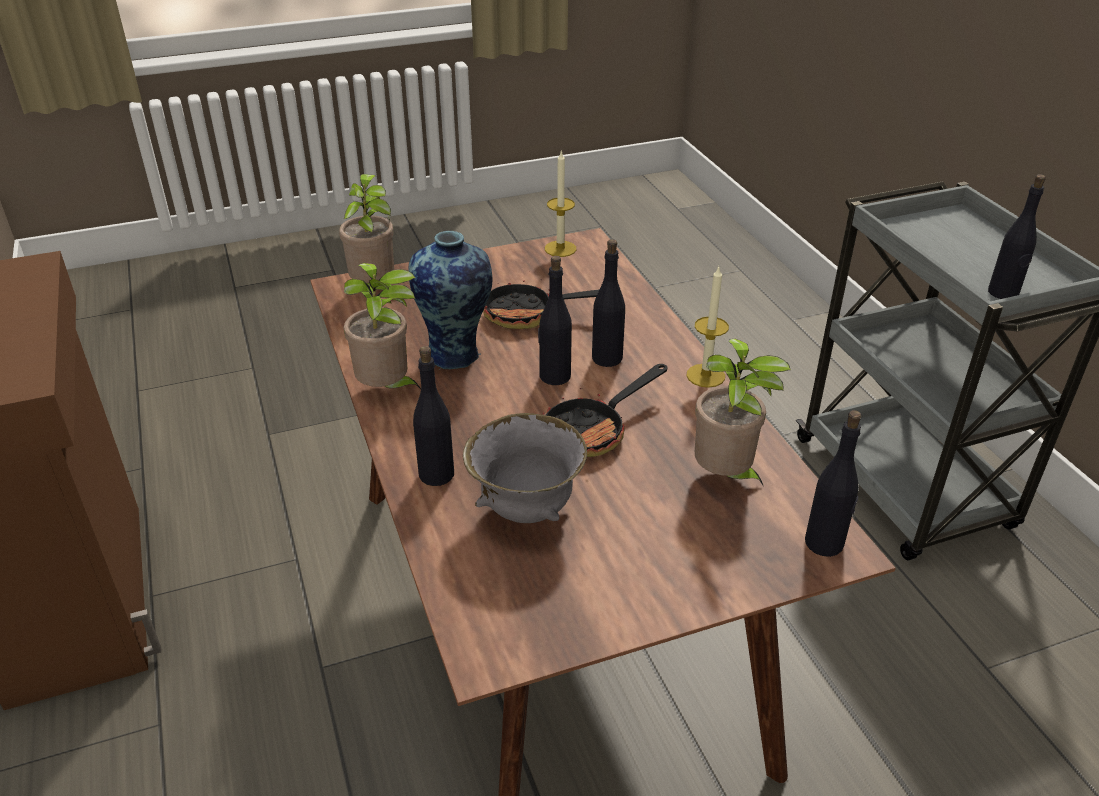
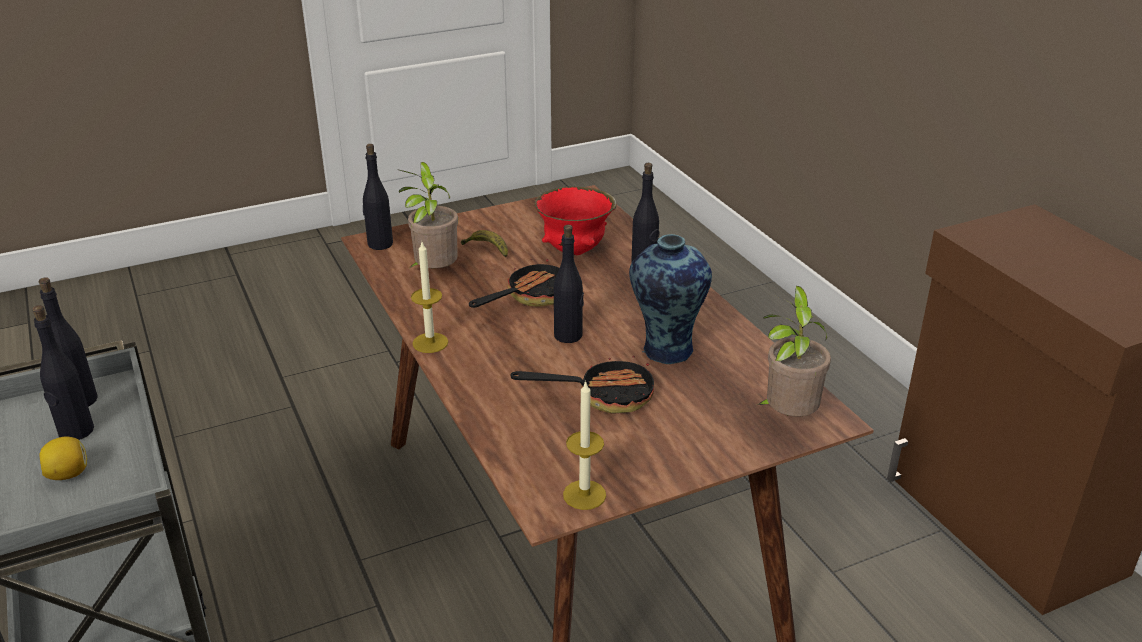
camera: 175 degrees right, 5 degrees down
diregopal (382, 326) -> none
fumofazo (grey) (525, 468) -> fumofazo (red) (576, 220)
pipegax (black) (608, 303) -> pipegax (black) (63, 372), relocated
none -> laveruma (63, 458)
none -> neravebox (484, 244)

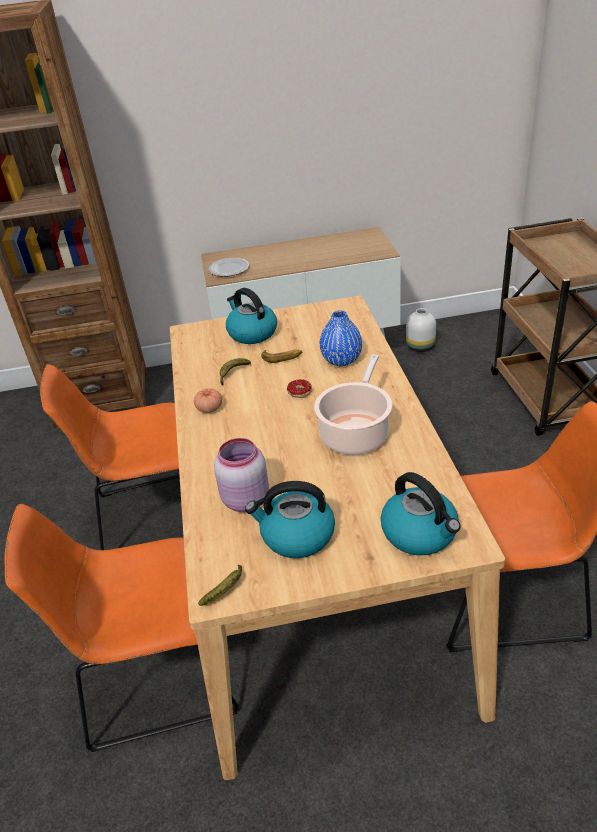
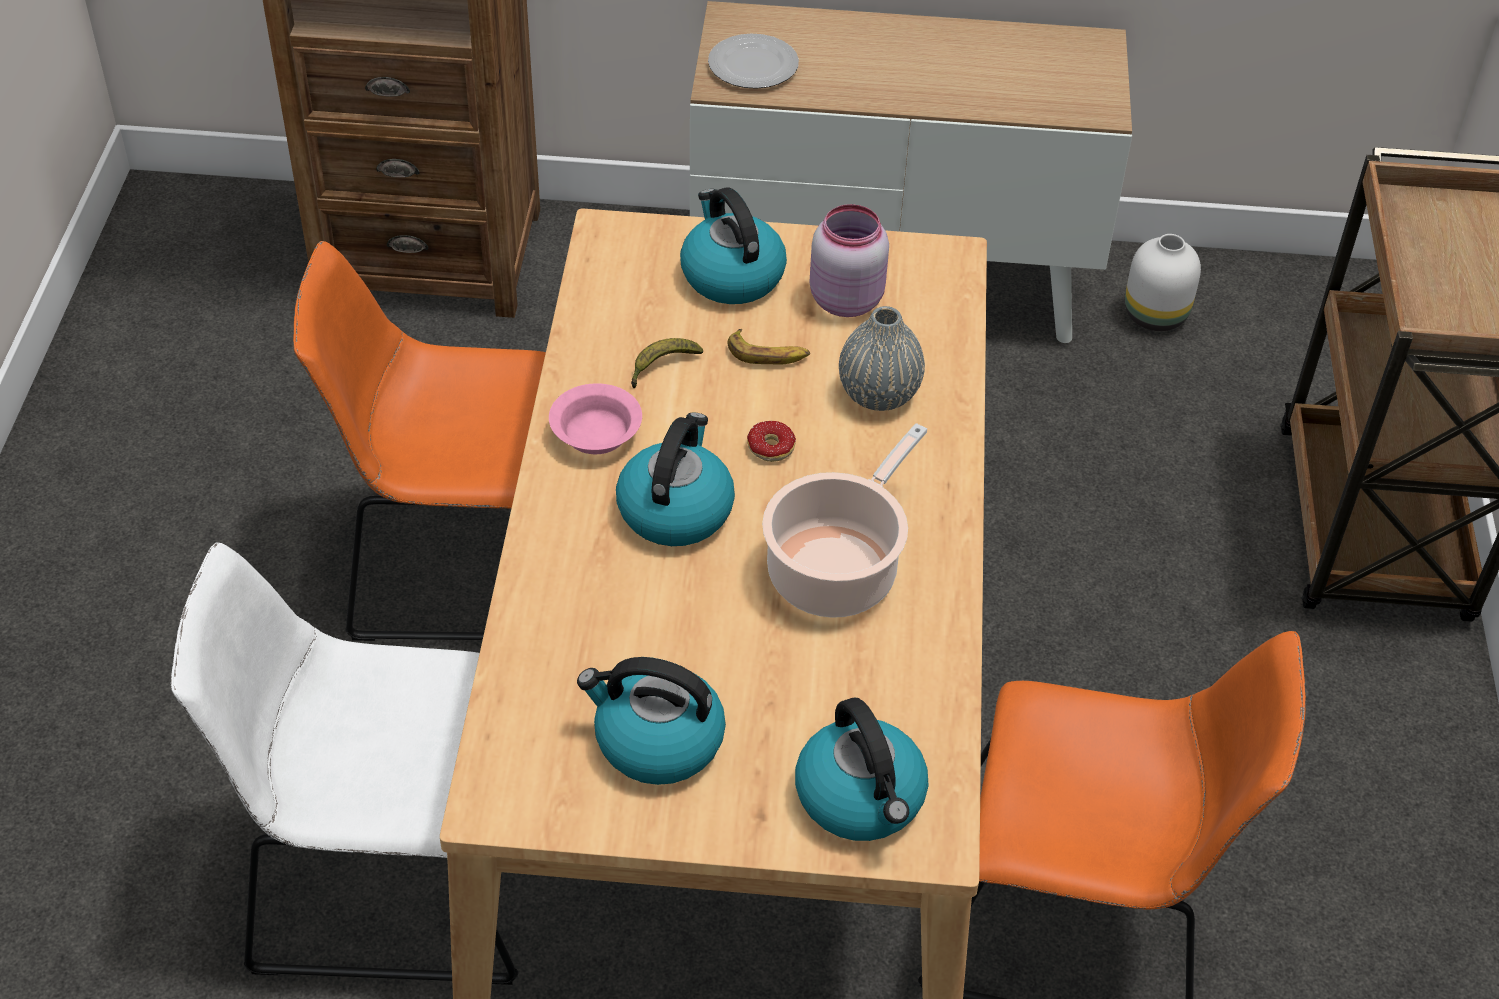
camera: 10 degrees right, 10 degrees up
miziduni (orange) (122, 628) -> miziduni (white) (344, 763)
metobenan (208, 400) -> fumofazo (pink) (595, 418)
neravebox (220, 585) -> none
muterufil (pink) (241, 475) -> muterufil (pink) (849, 260), relocated
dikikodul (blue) (340, 338) -> dikikodul (grey) (882, 358)
none -> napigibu (675, 479)

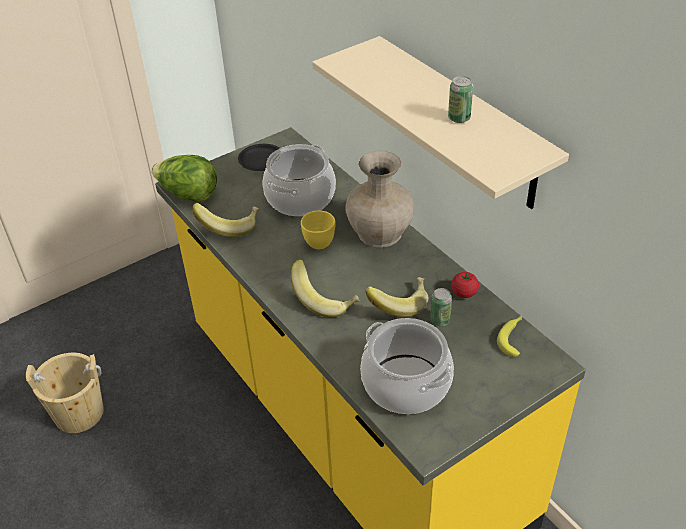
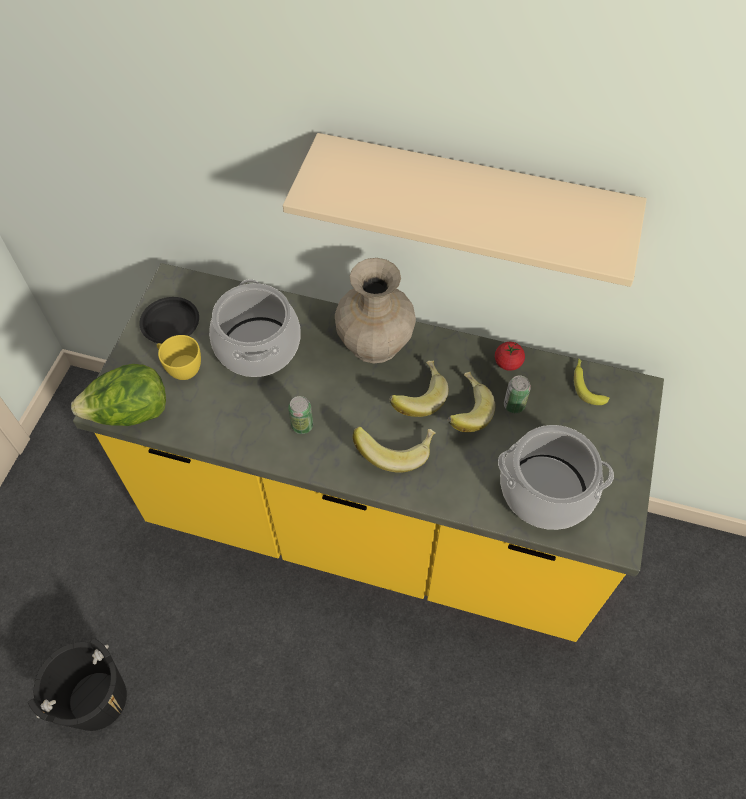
camera: 40 degrees left, 15 degrees up
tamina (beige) (65, 393) -> tamina (black) (77, 684)
neravebox (225, 220) -> neravebox (418, 388), relocated
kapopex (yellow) (318, 230) -> kapopex (yellow) (179, 357), relocated
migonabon (460, 99) -> migonabon (300, 415), relocated

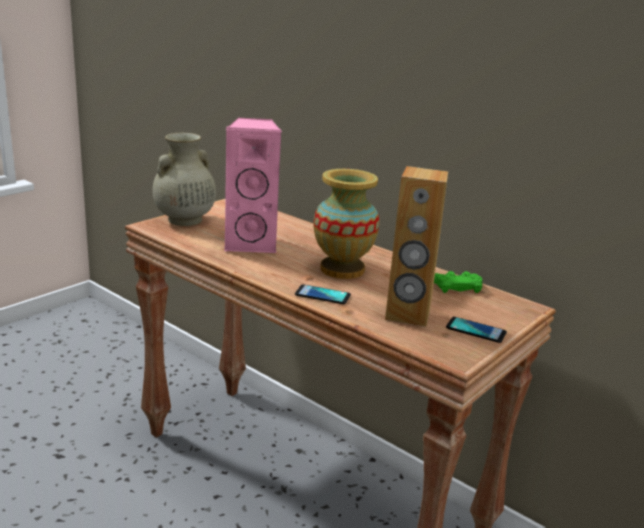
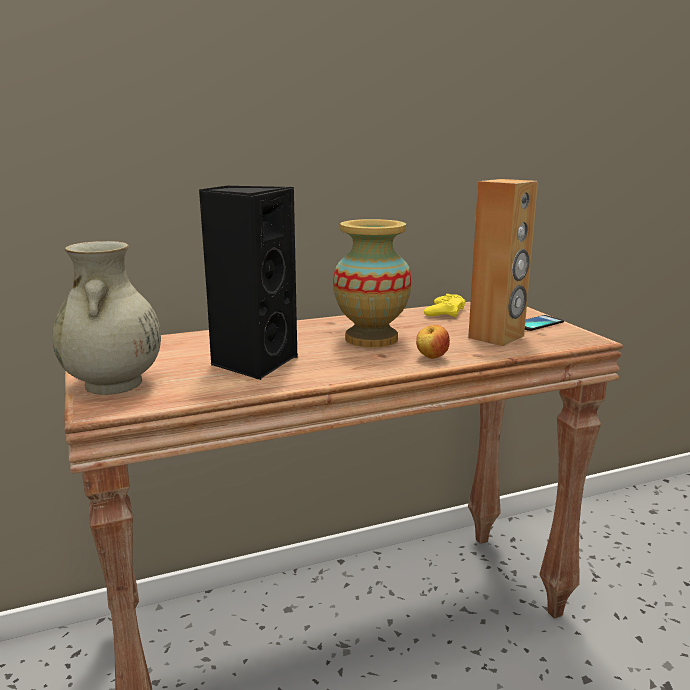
camera: 60 degrees left, 5 degrees down
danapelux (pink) (253, 185) -> danapelux (black) (248, 282)
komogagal (323, 294) -> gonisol (433, 342)
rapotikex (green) (458, 282) -> rapotikex (yellow) (445, 306)

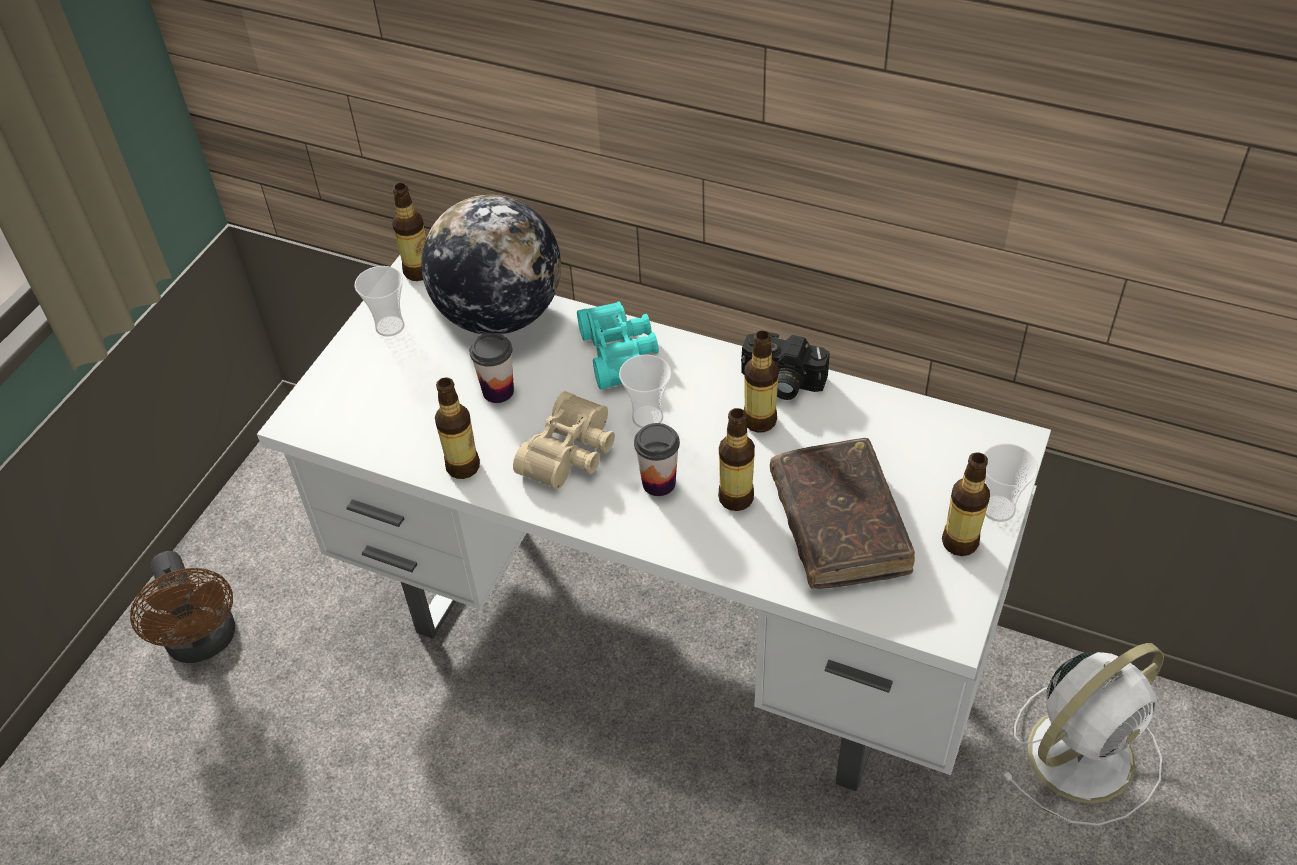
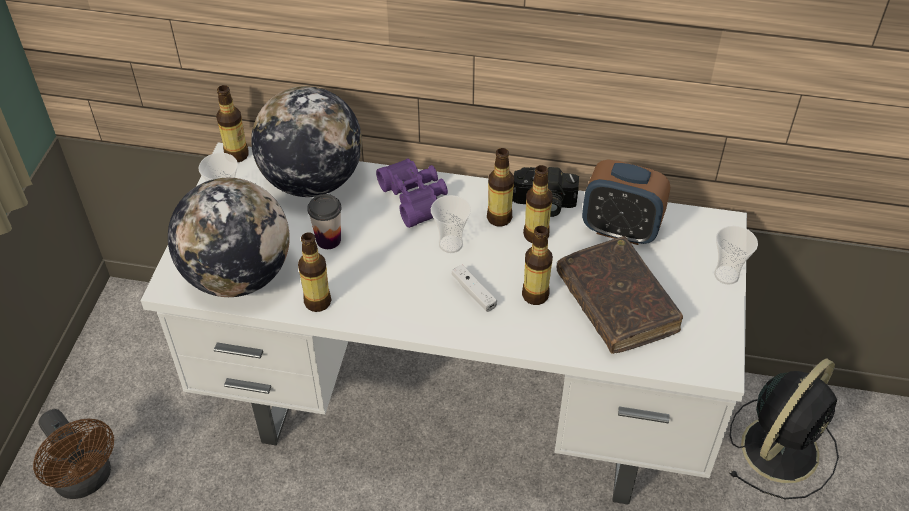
camera: 15 degrees left, 0 degrees up
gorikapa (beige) (564, 440) -> none
gorikapa (turquoise) (618, 346) -> gorikapa (purple) (412, 193)
kapopex (657, 459) -> rapotikex (white) (474, 288)
pipegax (966, 504) -> pipegax (500, 187), relocated
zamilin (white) (1082, 734) -> zamilin (black) (784, 429)
none -> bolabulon (229, 237)
none -> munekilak (626, 202)

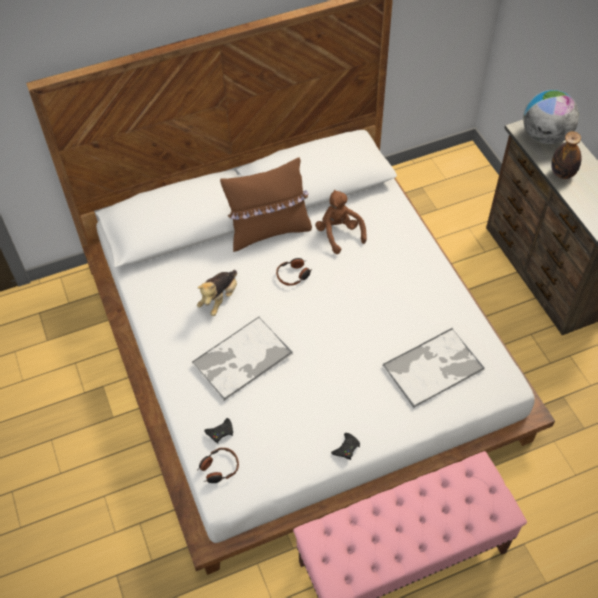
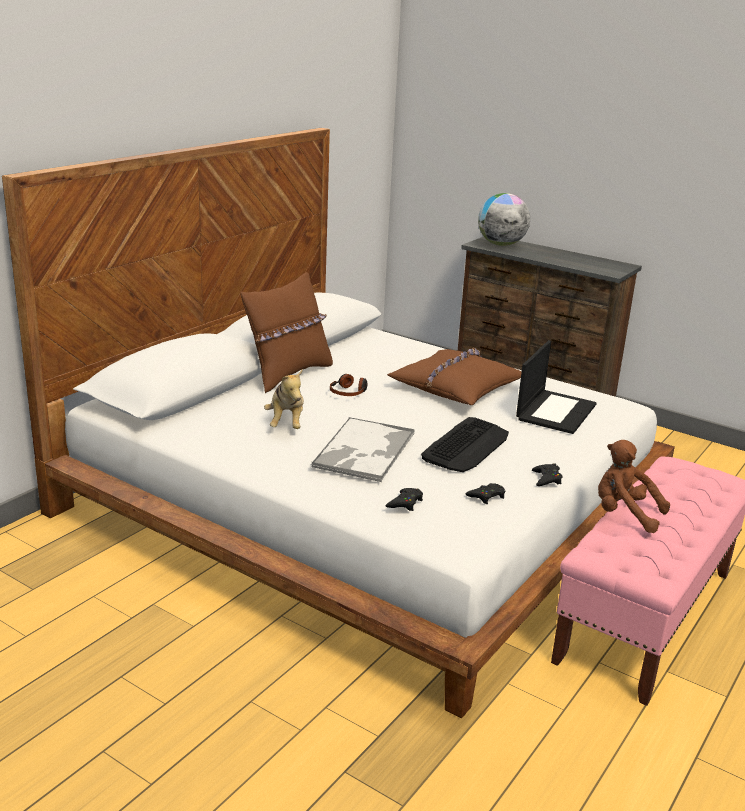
camera: 35 degrees left, 30 degrees down
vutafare (218, 465) -> none
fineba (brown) (341, 222) -> fineba (brown) (634, 486), relocated
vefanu (434, 368) -> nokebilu (556, 387)
pipegax (566, 155) -> none
none -> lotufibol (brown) (454, 376)
none -> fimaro (465, 444)
none -> rapotikex (black) (485, 493)

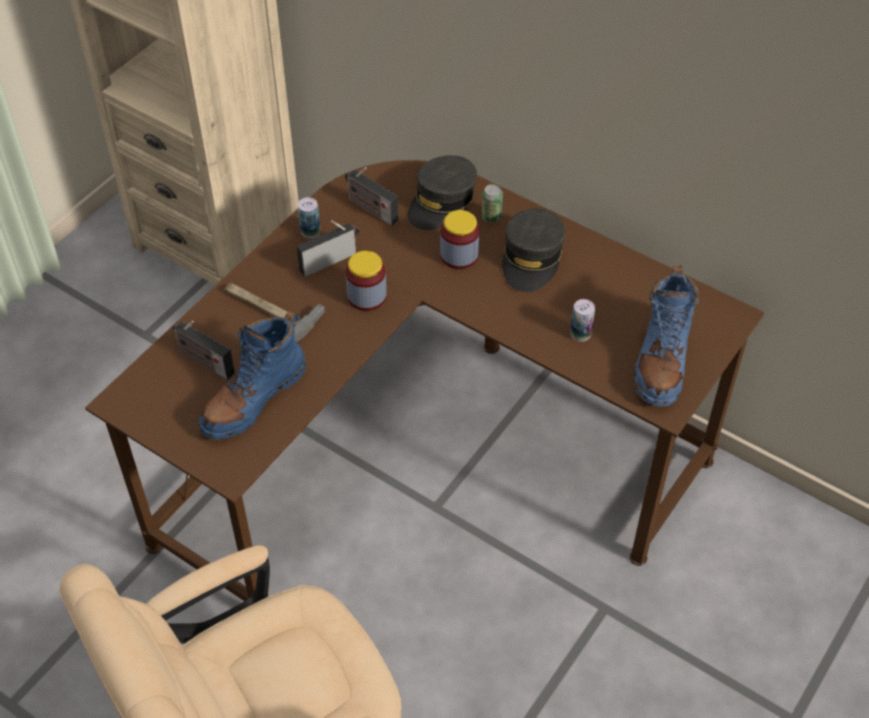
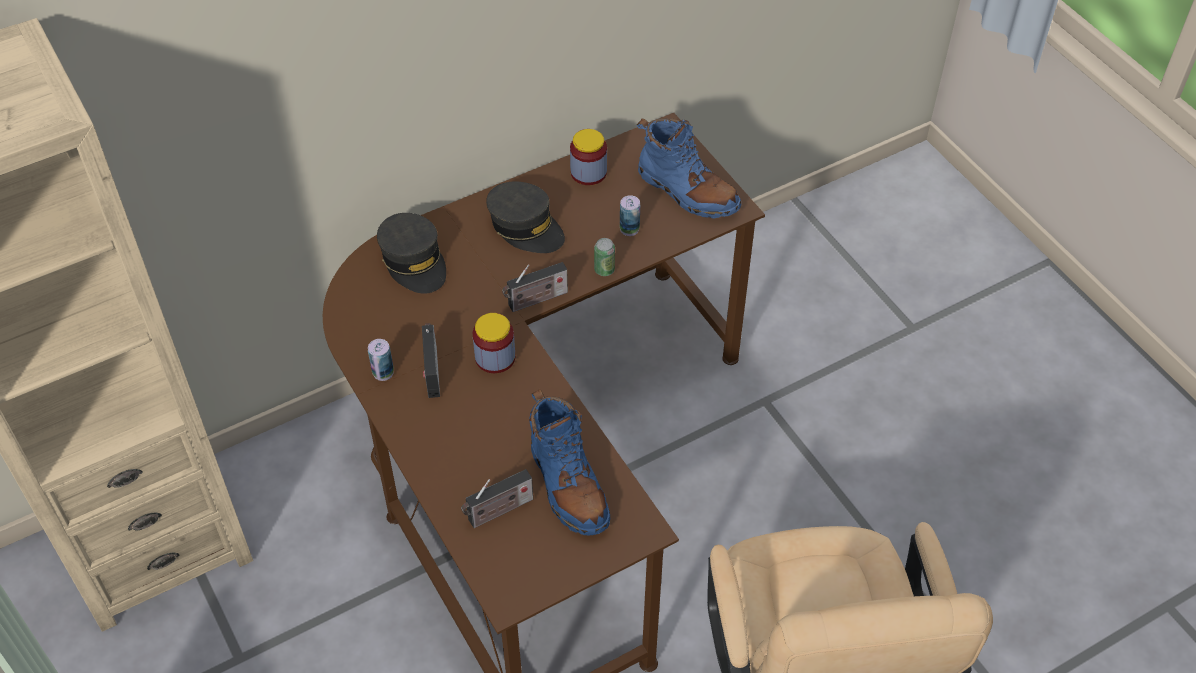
camera: 65 degrees left, 0 degrees up
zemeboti (275, 312) -> none
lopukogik (371, 196) -> lopukogik (535, 287), relocated
muterufil (460, 239) -> muterufil (588, 157), relocated
migonabon (492, 203) -> migonabon (604, 257), relocated

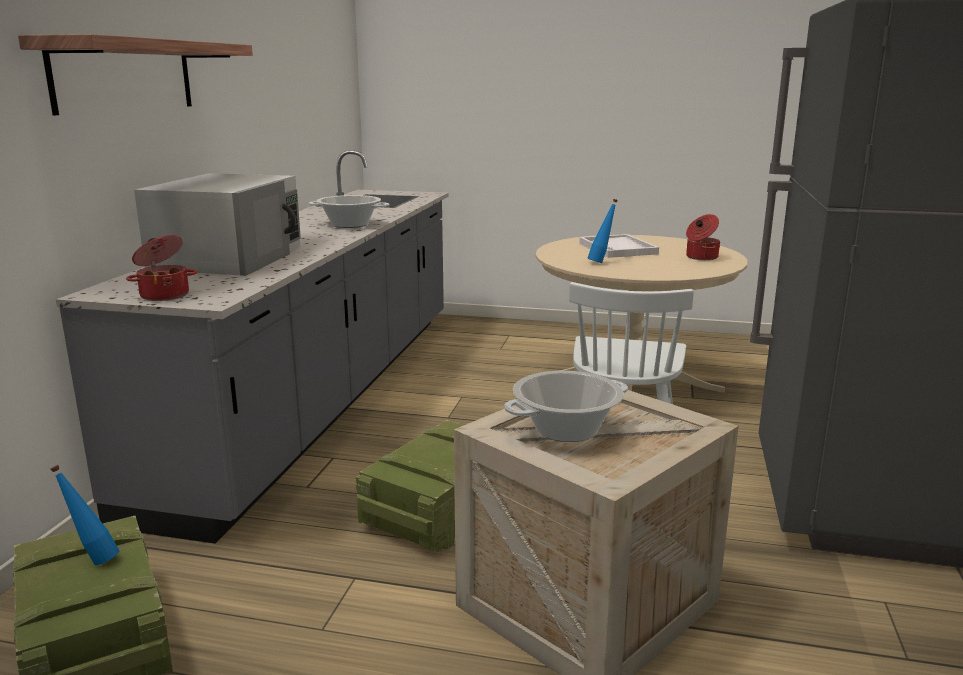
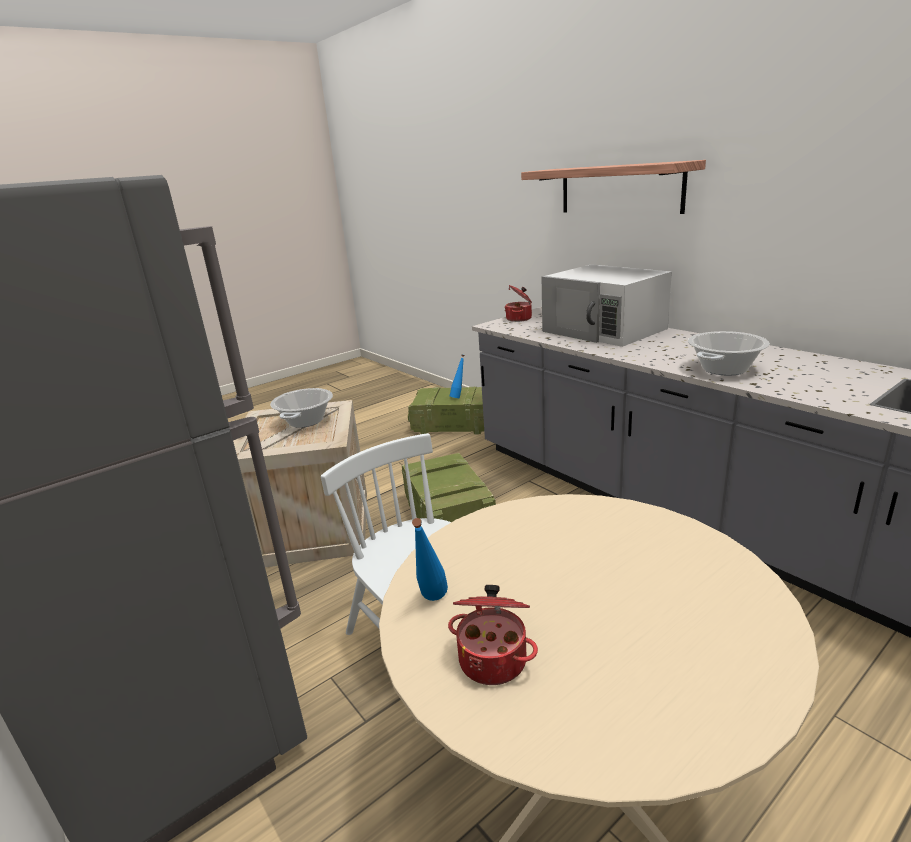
camera: 130 degrees right, 5 degrees up
vefanu (white) (619, 246) -> none
pipegax (blue) (602, 231) -> pipegax (blue) (430, 559), relocated

